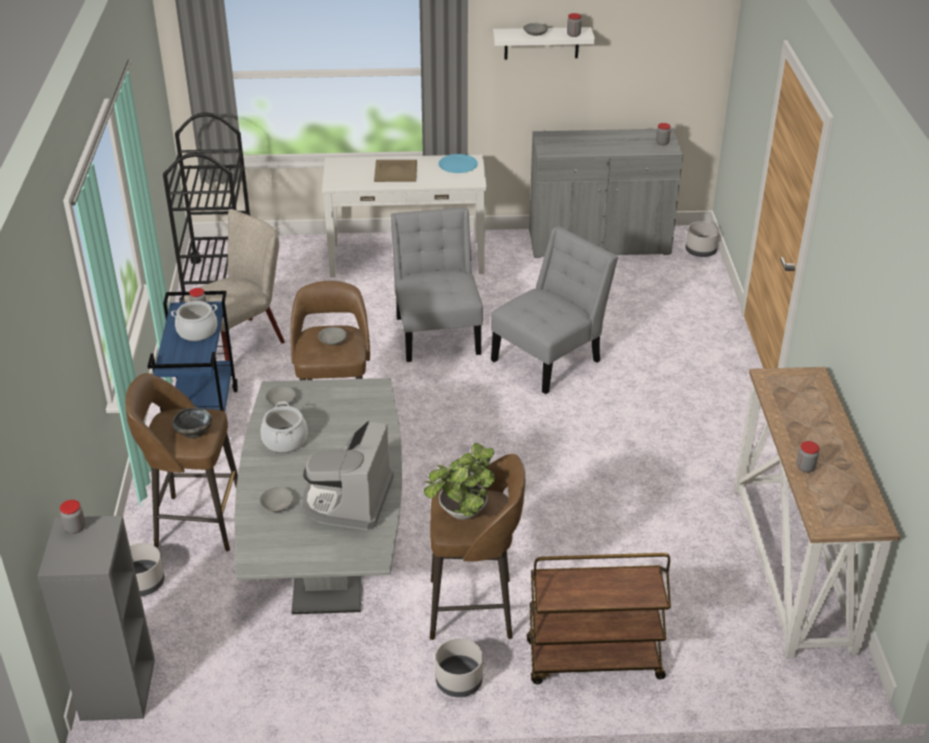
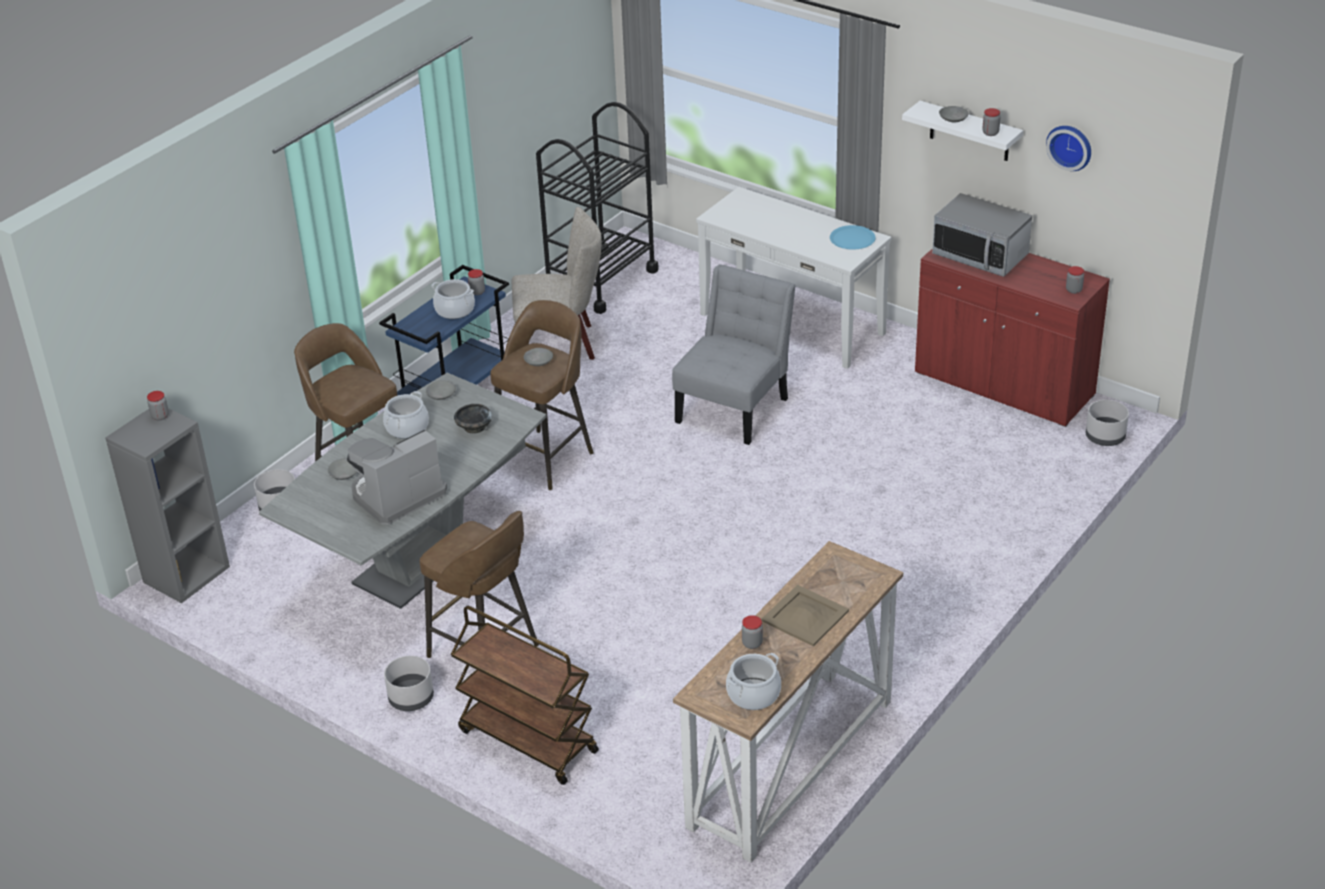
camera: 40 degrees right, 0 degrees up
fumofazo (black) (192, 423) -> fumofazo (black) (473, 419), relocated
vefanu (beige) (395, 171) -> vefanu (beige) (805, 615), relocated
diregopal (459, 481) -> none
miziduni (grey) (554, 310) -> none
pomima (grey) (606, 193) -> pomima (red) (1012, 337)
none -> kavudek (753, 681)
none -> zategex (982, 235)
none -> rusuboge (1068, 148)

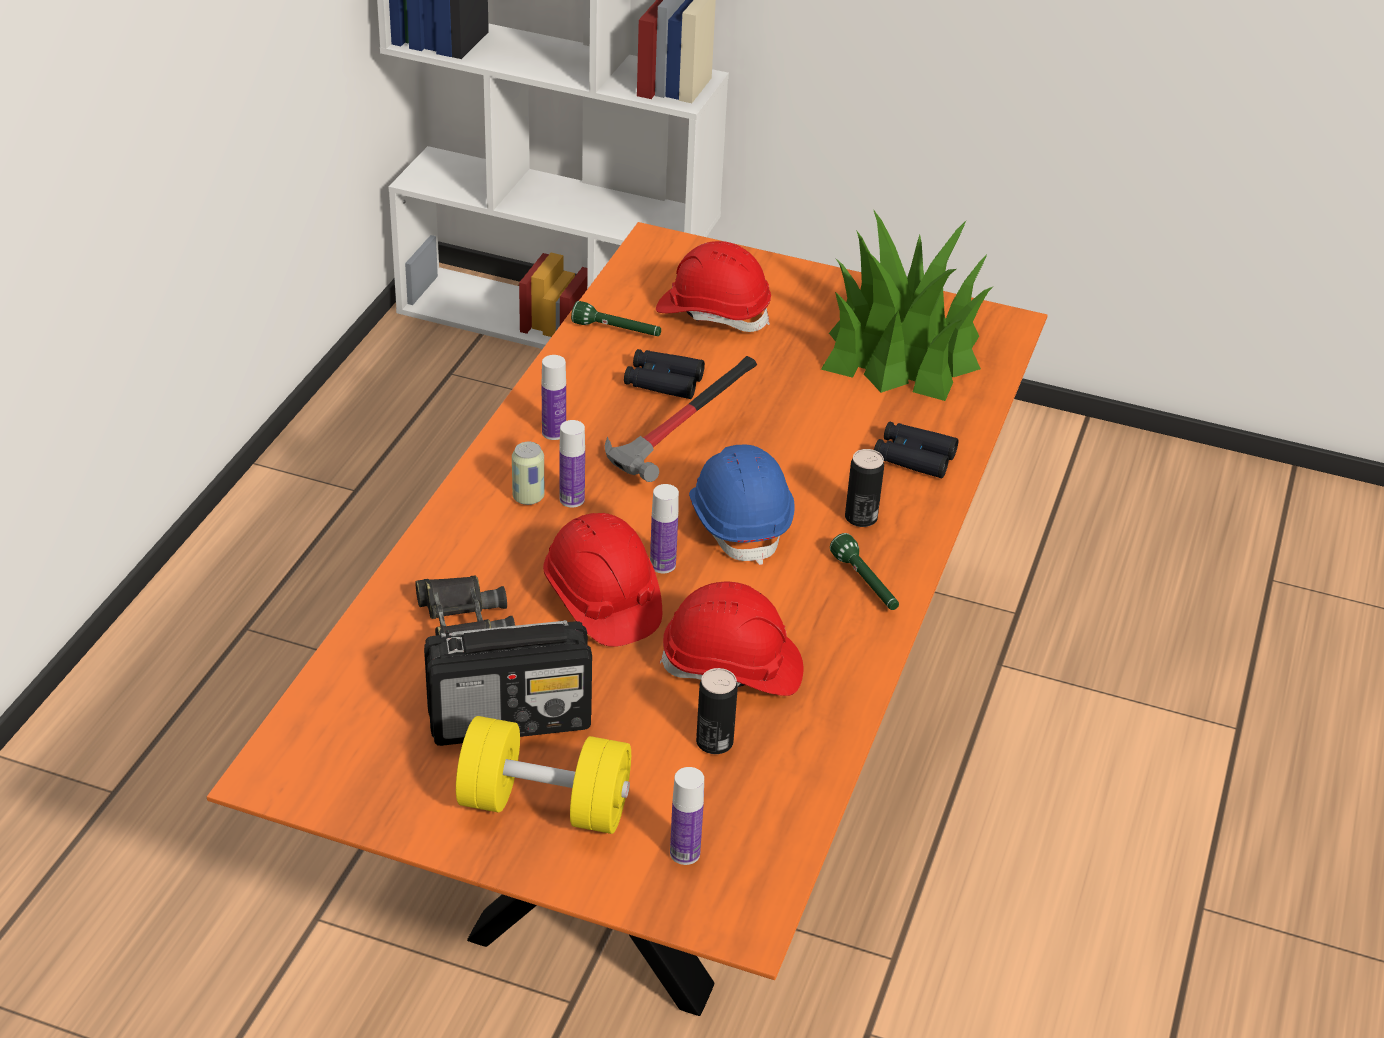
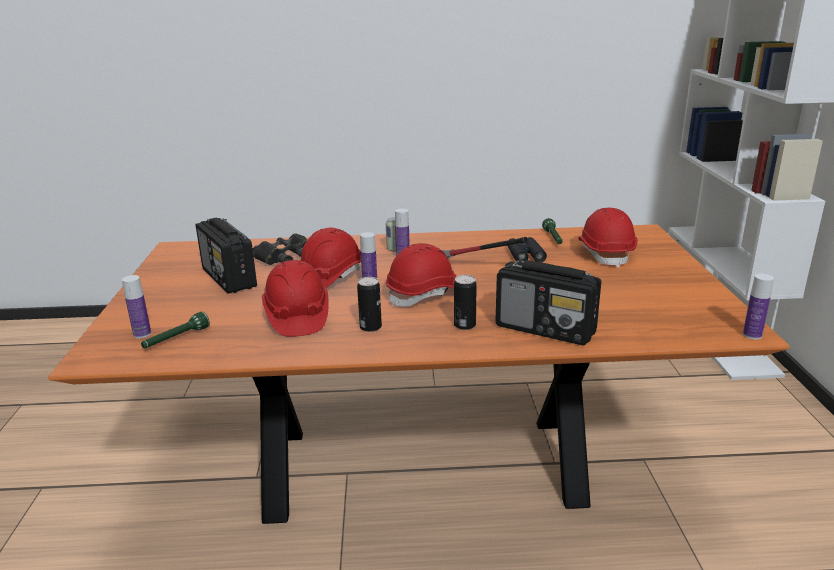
camera: 70 degrees right, 15 degrees down
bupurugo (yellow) (543, 775) -> none
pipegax (554, 397) -> pipegax (758, 306), relocated
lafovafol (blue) (742, 504) -> lafovafol (red) (421, 275)
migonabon (717, 711) -> migonabon (369, 304), relocated
diregopal (907, 305) -> none
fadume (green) (864, 571) -> fadume (green) (175, 330), relocated
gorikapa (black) (916, 450) -> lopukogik (548, 302)

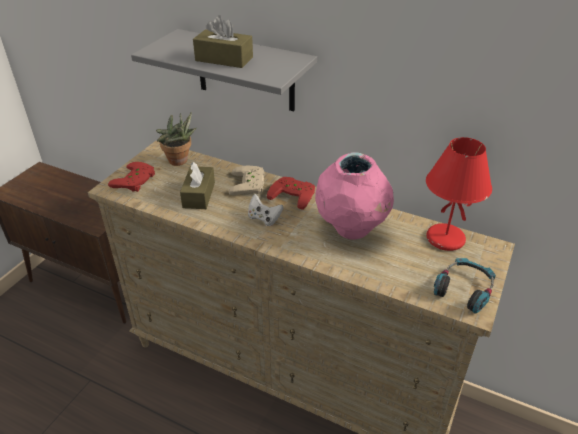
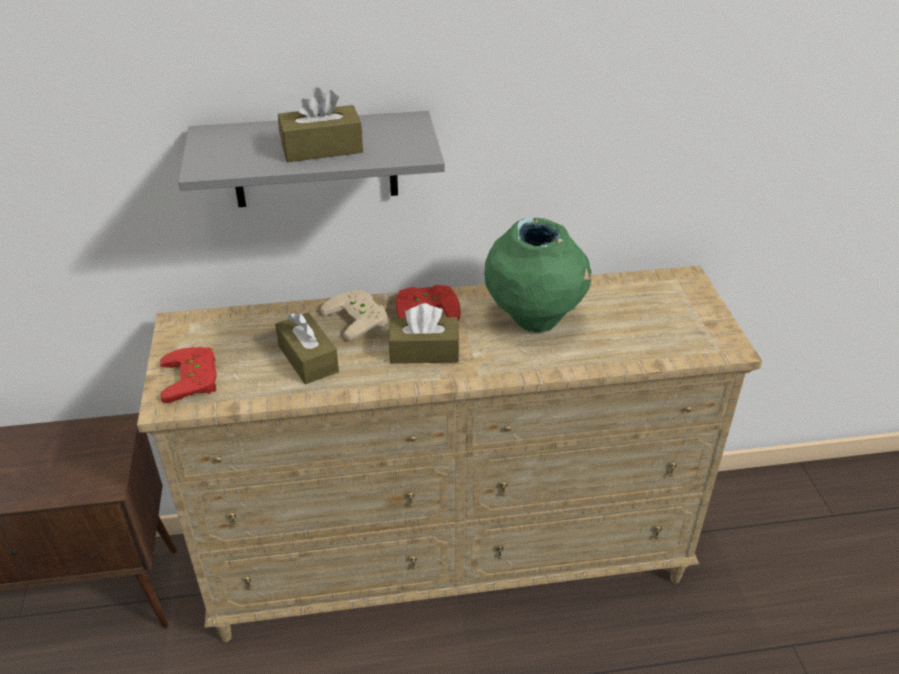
camera: 35 degrees left, 0 degrees up
diregopal (176, 139) -> none
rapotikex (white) (266, 210) -> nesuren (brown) (424, 333)
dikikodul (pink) (354, 196) -> dikikodul (green) (538, 275)
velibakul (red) (459, 194) -> none
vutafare (465, 286) -> none

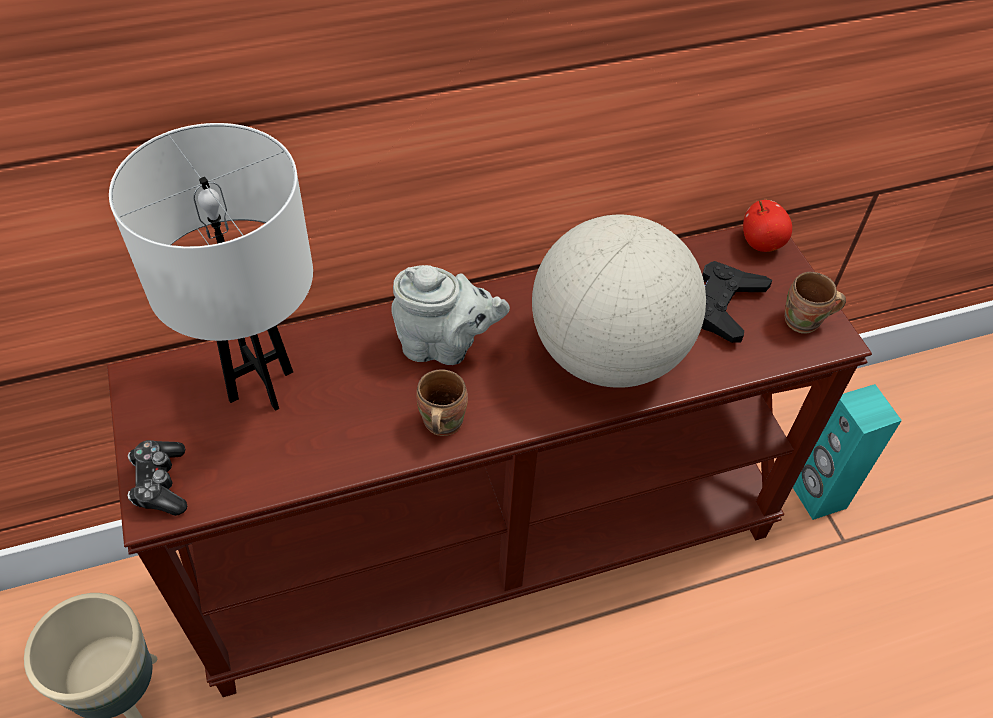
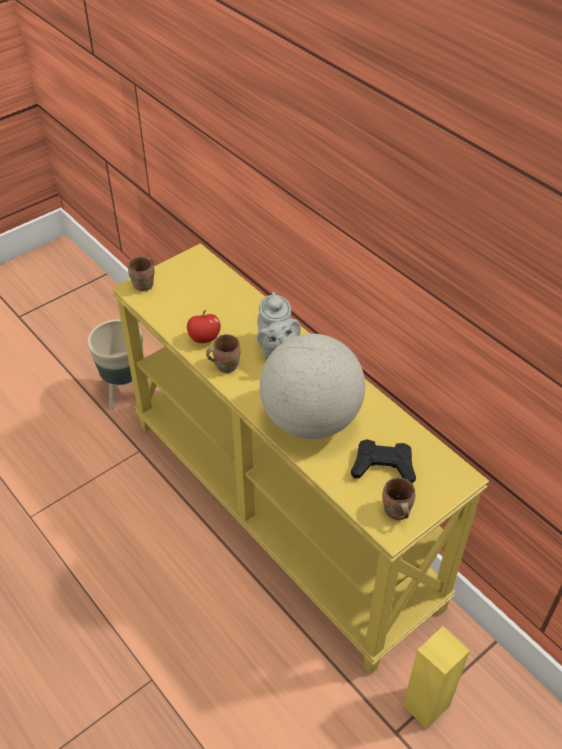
camera: 70 degrees right, 5 degrees down
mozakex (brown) (489, 461) -> mozakex (yellow) (300, 459)
velibakul (white) (211, 267) -> none
rapotikex (157, 478) -> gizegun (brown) (141, 274)
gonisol (767, 226) -> gonisol (204, 326), relocated
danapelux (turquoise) (847, 452) -> danapelux (yellow) (436, 677)

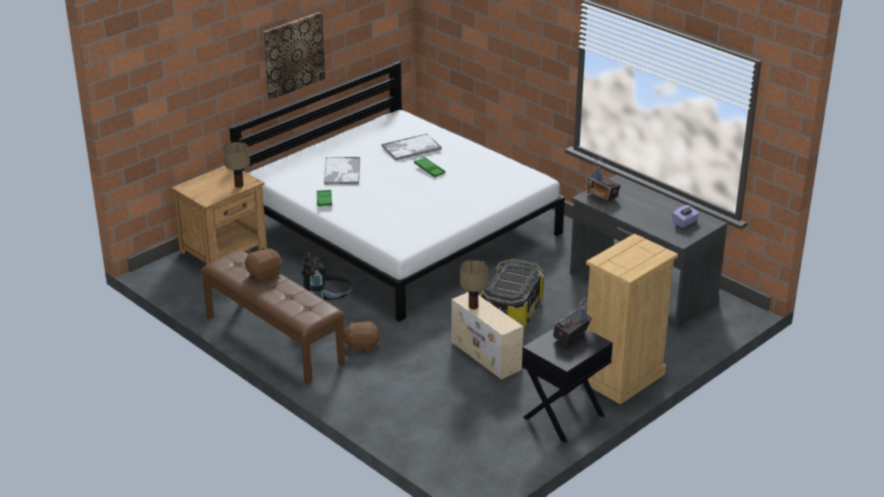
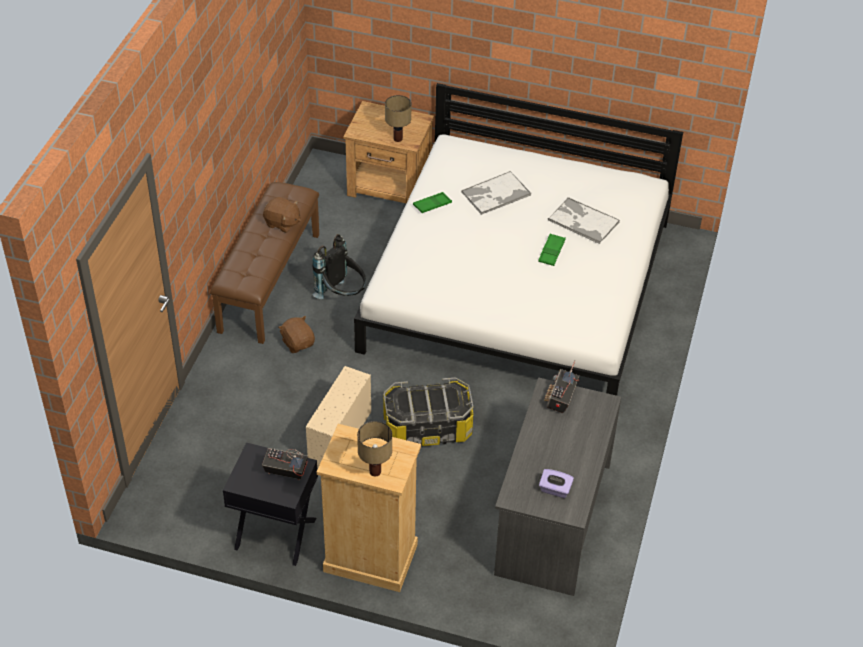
camera: 60 degrees right, 15 degrees up
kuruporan (294, 56) -> none
velibakul (474, 284) -> velibakul (374, 448), relocated

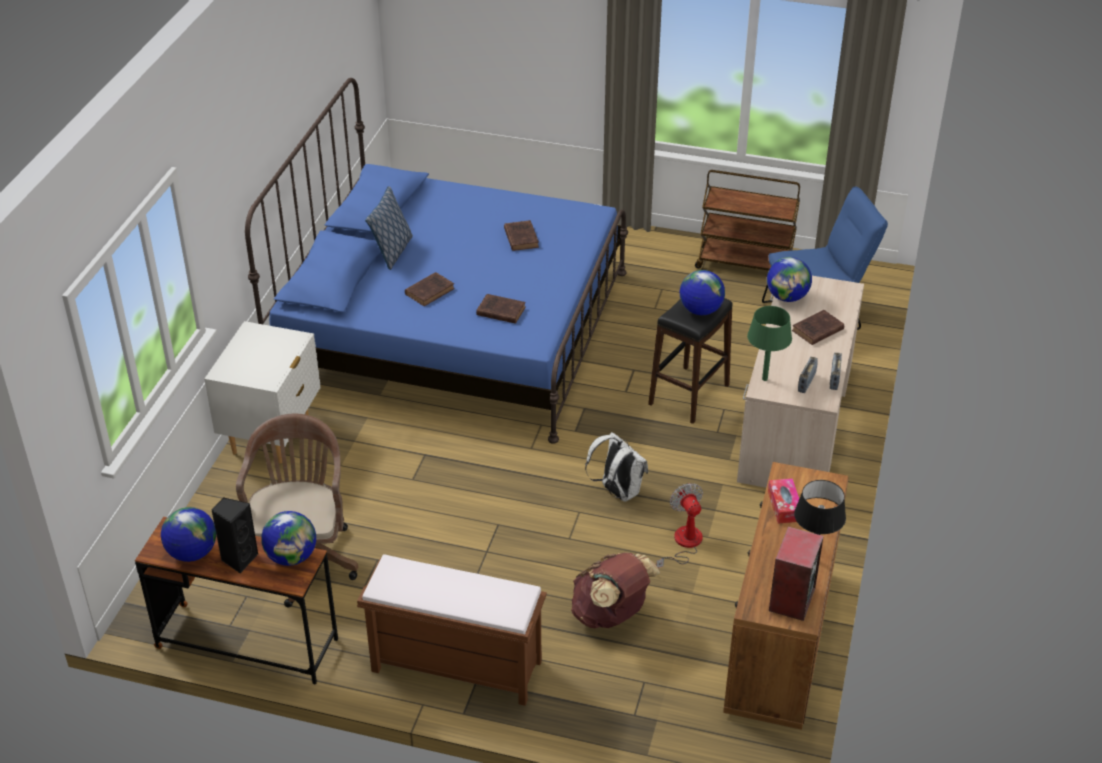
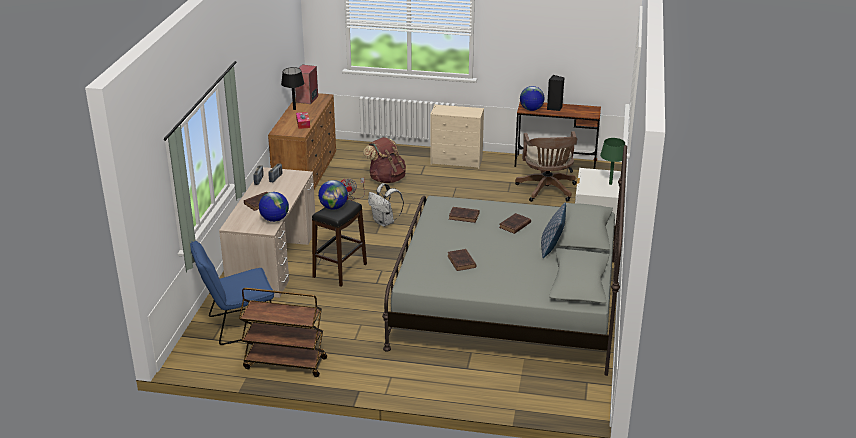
camera: 175 degrees right, 10 degrees down
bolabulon (188, 534) -> none
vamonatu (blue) (436, 261) -> vamonatu (grey) (504, 260)
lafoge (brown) (452, 630) -> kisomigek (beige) (457, 136)
velibakul (green) (769, 343) -> velibakul (green) (612, 161), relocated

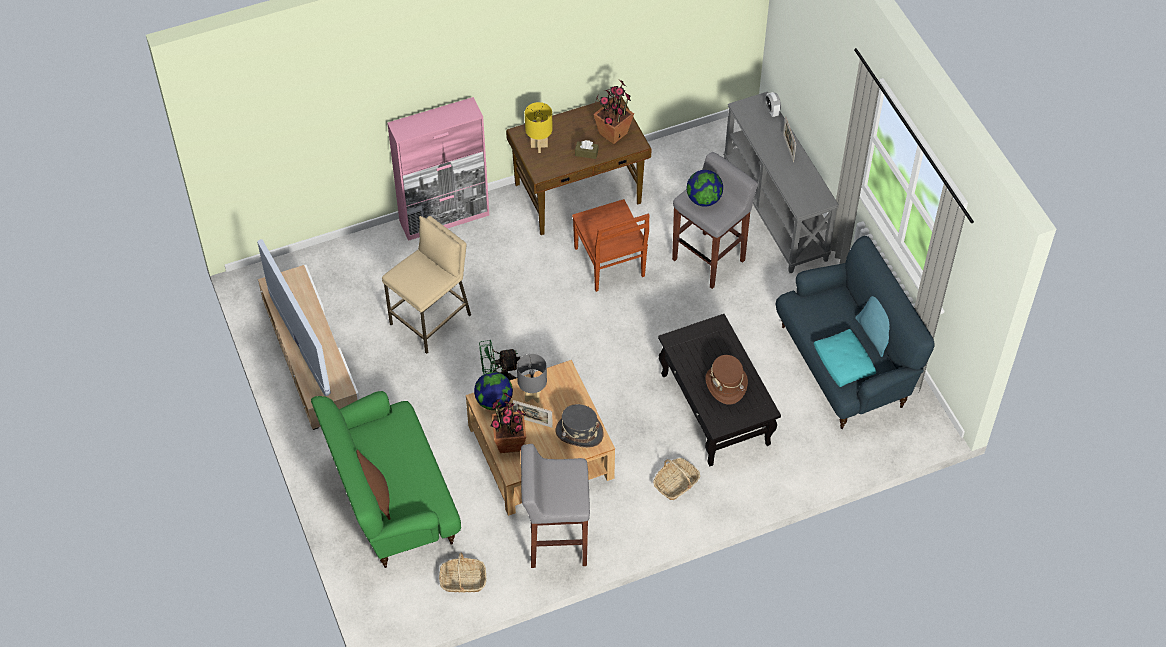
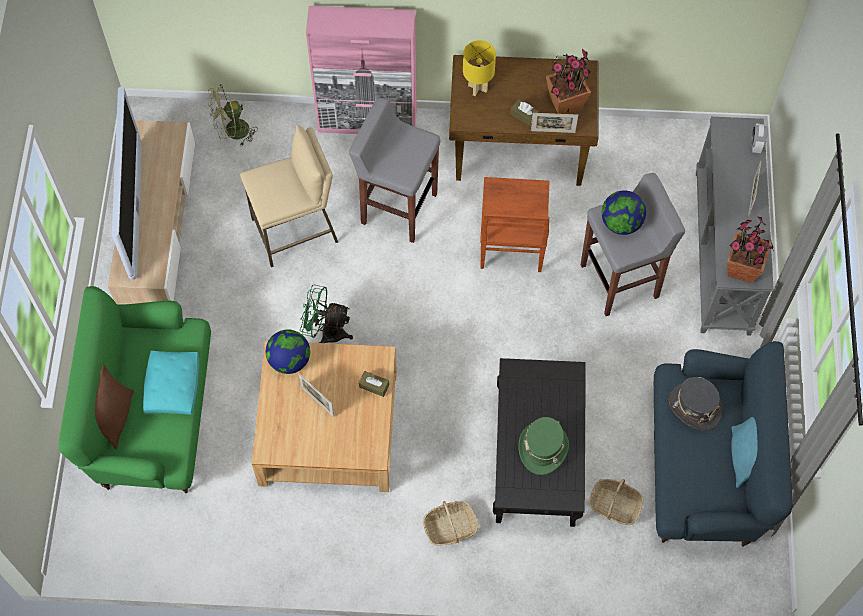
camera: 25 degrees right, 10 degrees up
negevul (462, 573) -> negevul (616, 502), relocated
diregopal (509, 423) -> diregopal (750, 249), relocated
velibakul (grey) (532, 378) -> none
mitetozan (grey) (555, 506) -> mitetozan (grey) (394, 170), relocated
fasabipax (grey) (579, 426) -> fasabipax (grey) (695, 403), relocated
fasabipax (brown) (726, 380) -> fasabipax (green) (543, 446)
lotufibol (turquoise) (845, 358) -> lotufibol (turquoise) (171, 383), relocated
none -> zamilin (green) (233, 115)
none -> nesuren (brown) (374, 384)
none -> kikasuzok (554, 123)

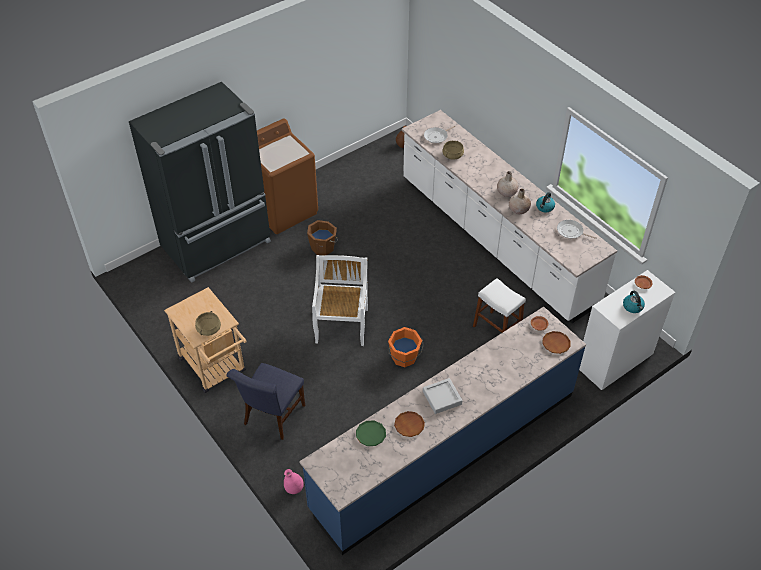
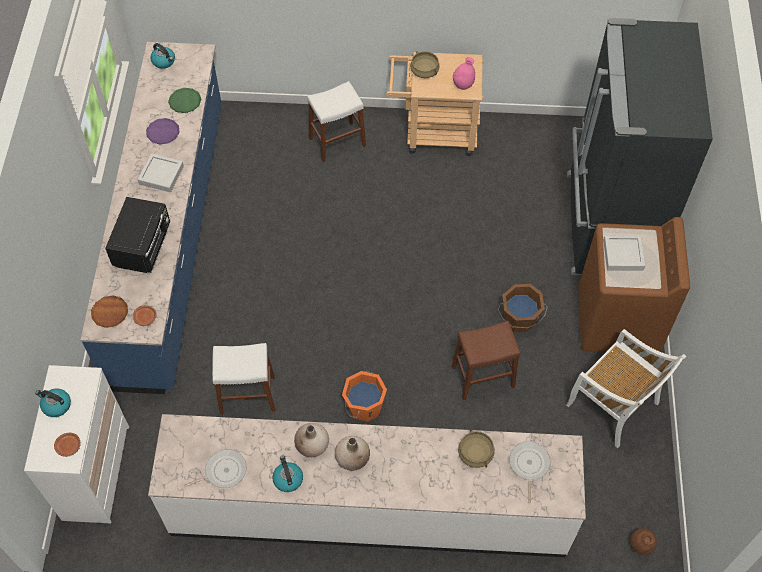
camera: 130 degrees right, 10 degrees up
miziduni (blue) (265, 401) -> mitetozan (white) (336, 121)
dikikodul (pink) (294, 481) -> dikikodul (pink) (464, 73), relocated
miziduni (white) (340, 300) -> miziduni (white) (626, 388), relocated
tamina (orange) (405, 347) -> tamina (orange) (364, 396), relocated
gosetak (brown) (409, 424) -> gosetak (purple) (163, 131)
none -> zategex (black) (137, 235)
none -> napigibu (162, 56)
none -> mitetozan (brown) (486, 360)
none -> vefanu (grey) (624, 252)

